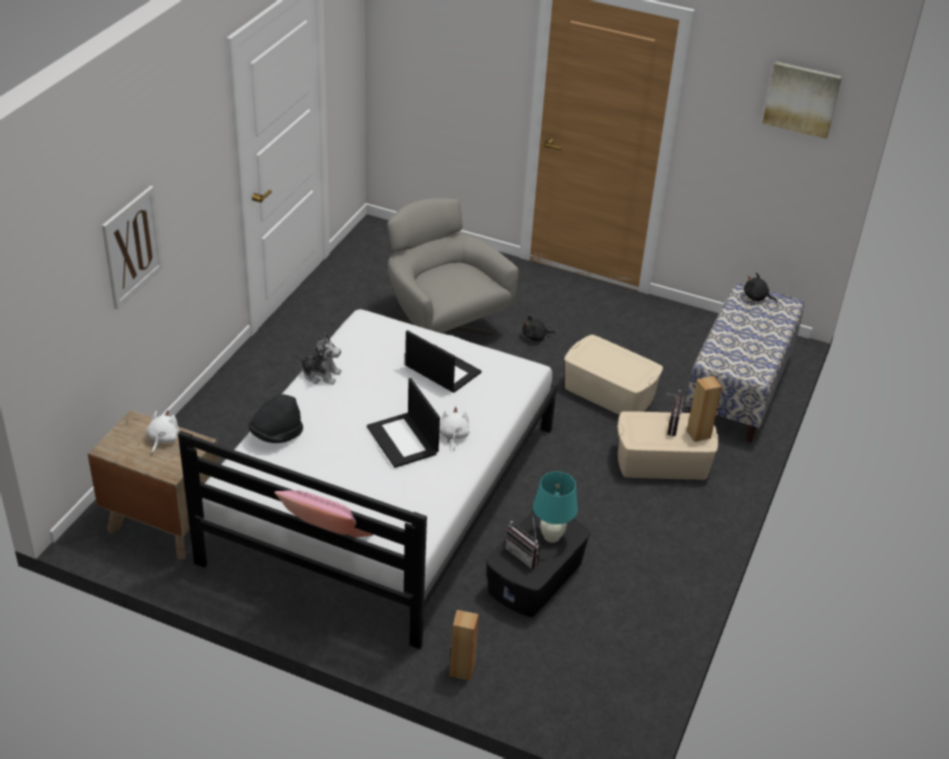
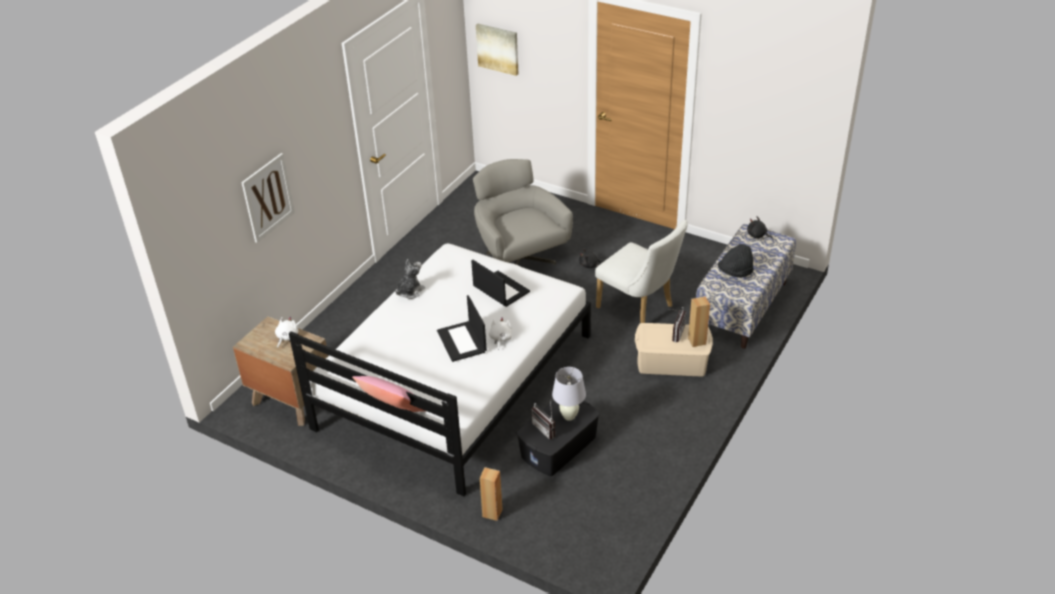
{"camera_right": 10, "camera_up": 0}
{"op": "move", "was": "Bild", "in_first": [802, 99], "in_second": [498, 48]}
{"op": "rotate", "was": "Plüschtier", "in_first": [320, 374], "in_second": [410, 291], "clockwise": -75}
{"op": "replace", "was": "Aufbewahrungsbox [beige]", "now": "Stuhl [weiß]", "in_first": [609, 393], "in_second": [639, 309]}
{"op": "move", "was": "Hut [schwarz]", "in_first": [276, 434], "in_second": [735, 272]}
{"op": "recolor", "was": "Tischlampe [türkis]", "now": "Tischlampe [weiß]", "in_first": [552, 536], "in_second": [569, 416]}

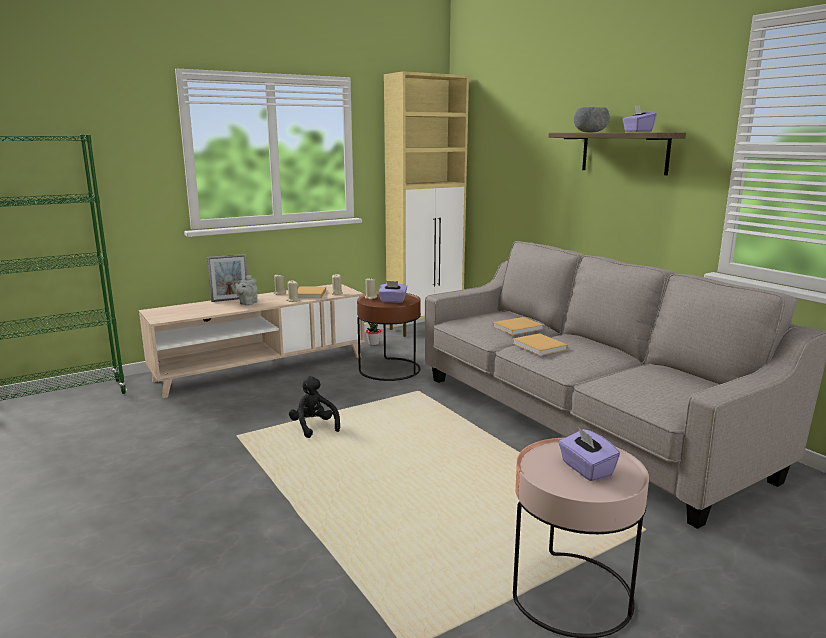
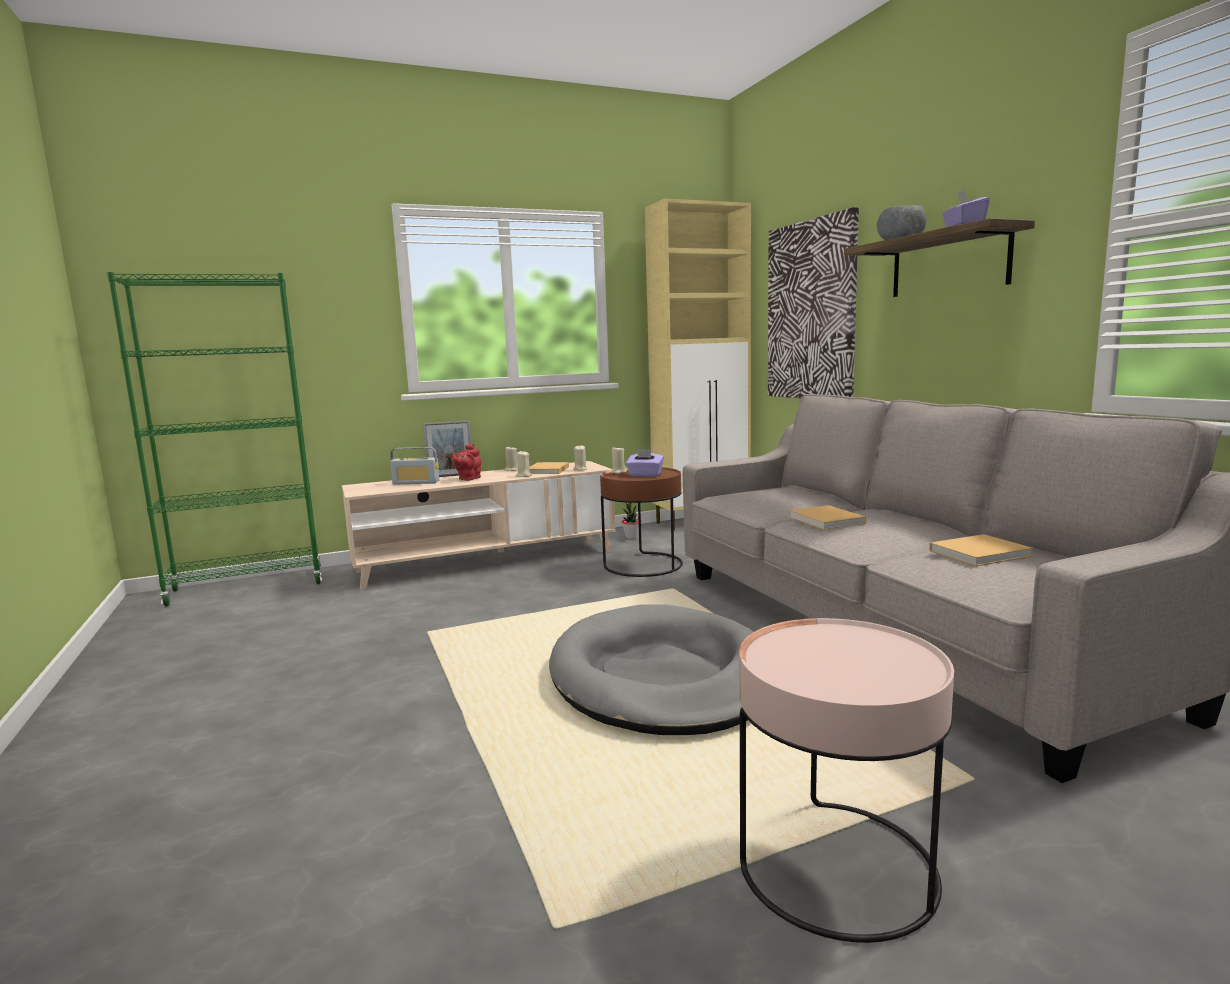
{"camera_right": 10, "camera_up": -5}
{"op": "recolor", "was": "Teekanne [grau]", "now": "Teekanne [rot]", "in_first": [247, 303], "in_second": [468, 479]}
{"op": "move", "was": "Buch [beige]", "in_first": [518, 327], "in_second": [981, 553]}
{"op": "delete", "was": "Plüschtier [schwarz]", "in_first": [314, 427]}
{"op": "delete", "was": "Taschentuchbox [lila]", "in_first": [586, 469]}
{"op": "insert", "now": "Bild", "in_second": [811, 311]}
{"op": "insert", "now": "Radio", "in_second": [416, 482]}
{"op": "insert", "now": "Hundebett [grau]", "in_second": [662, 677]}

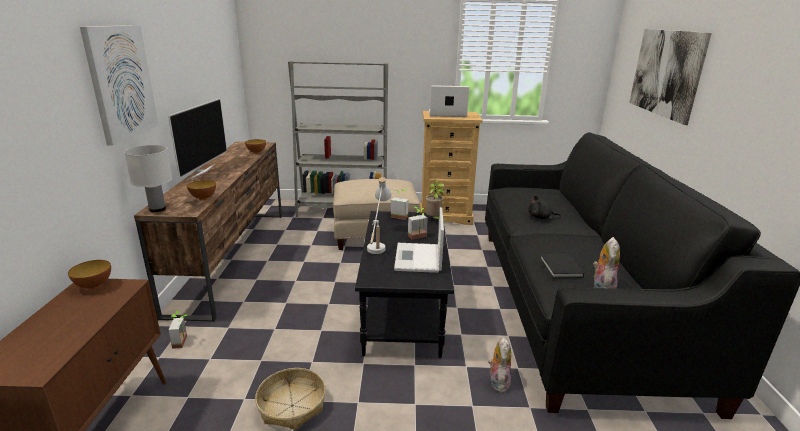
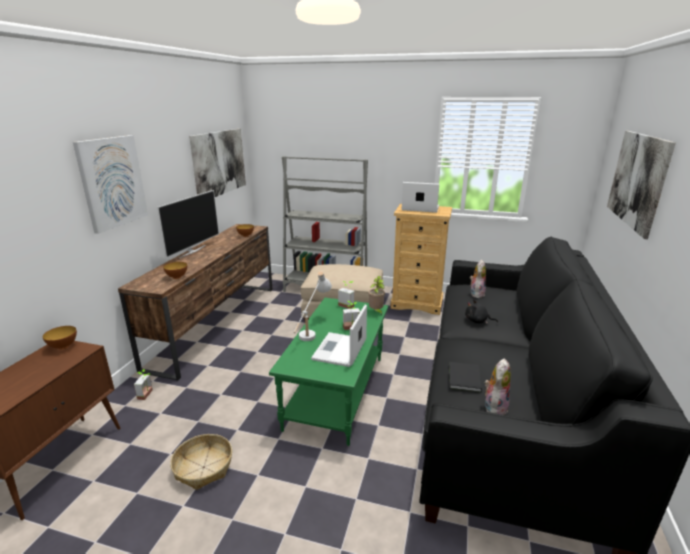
{"camera_right": 15, "camera_up": 0}
{"op": "delete", "was": "Tischlampe [weiß]", "in_first": [157, 209]}
{"op": "recolor", "was": "Couchtisch [schwarz]", "now": "Couchtisch [grün]", "in_first": [404, 309], "in_second": [337, 392]}
{"op": "move", "was": "Plüschtier", "in_first": [498, 381], "in_second": [476, 293]}
{"op": "insert", "now": "Bild", "in_second": [219, 163]}

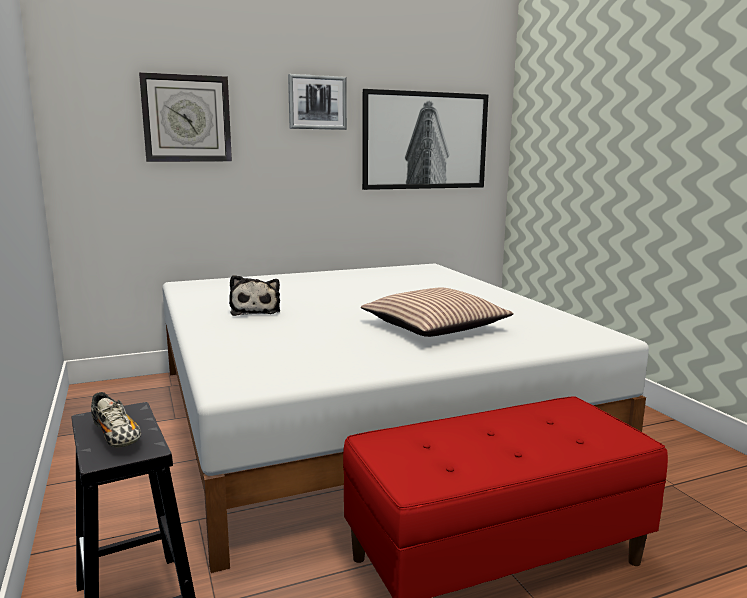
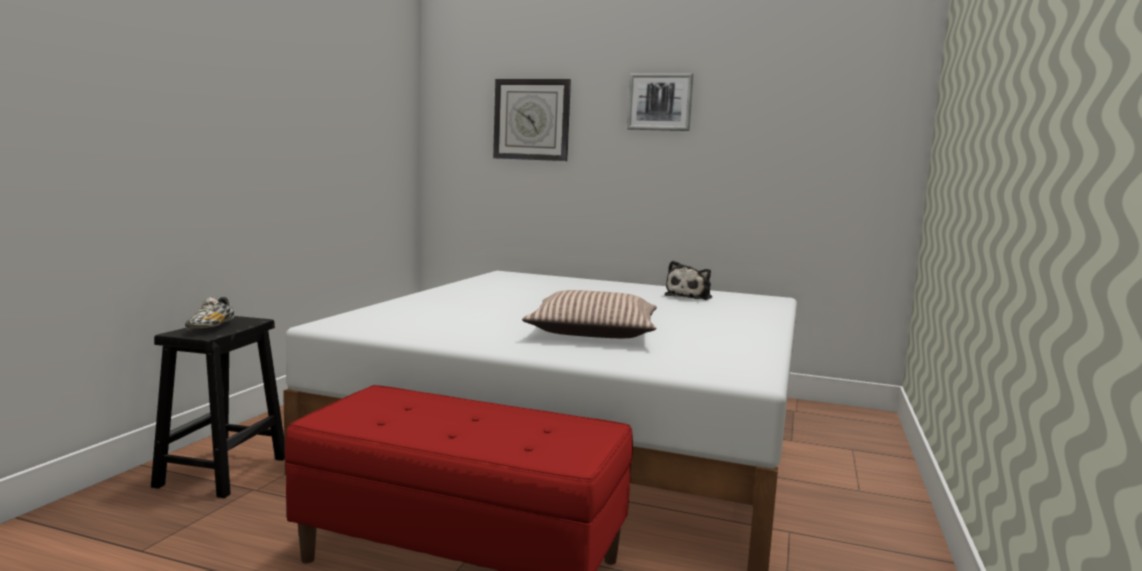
{"camera_right": 40, "camera_up": -5}
{"op": "delete", "was": "Bild", "in_first": [425, 141]}
{"op": "move", "was": "Plüschtier", "in_first": [255, 310], "in_second": [690, 297]}

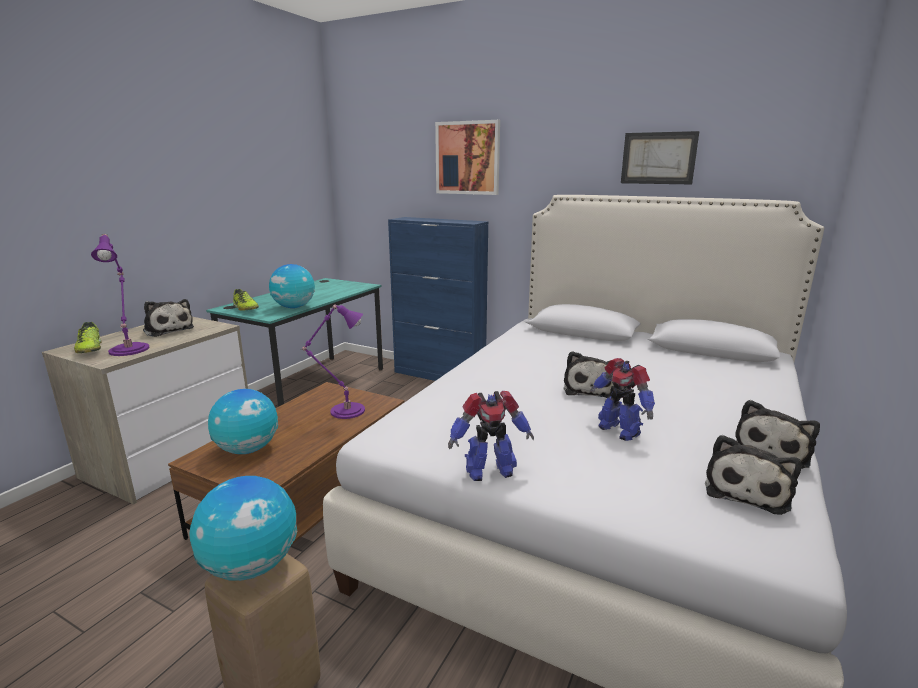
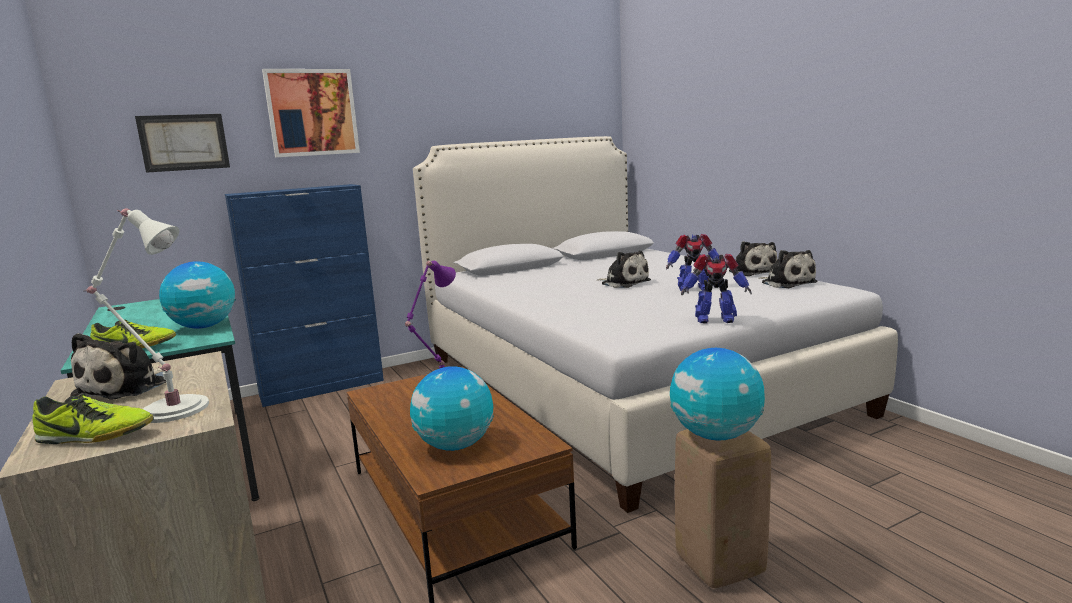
{"camera_right": -55, "camera_up": -5}
{"op": "move", "was": "Bild", "in_first": [658, 158], "in_second": [184, 142]}
{"op": "recolor", "was": "Tischlampe [lila]", "now": "Tischlampe [weiß]", "in_first": [130, 349], "in_second": [170, 409]}
{"op": "rotate", "was": "Plüschtier", "in_first": [168, 330], "in_second": [127, 387], "clockwise": 120}
{"op": "rotate", "was": "Spielzeugroboter", "in_first": [488, 471], "in_second": [714, 320], "clockwise": 75}

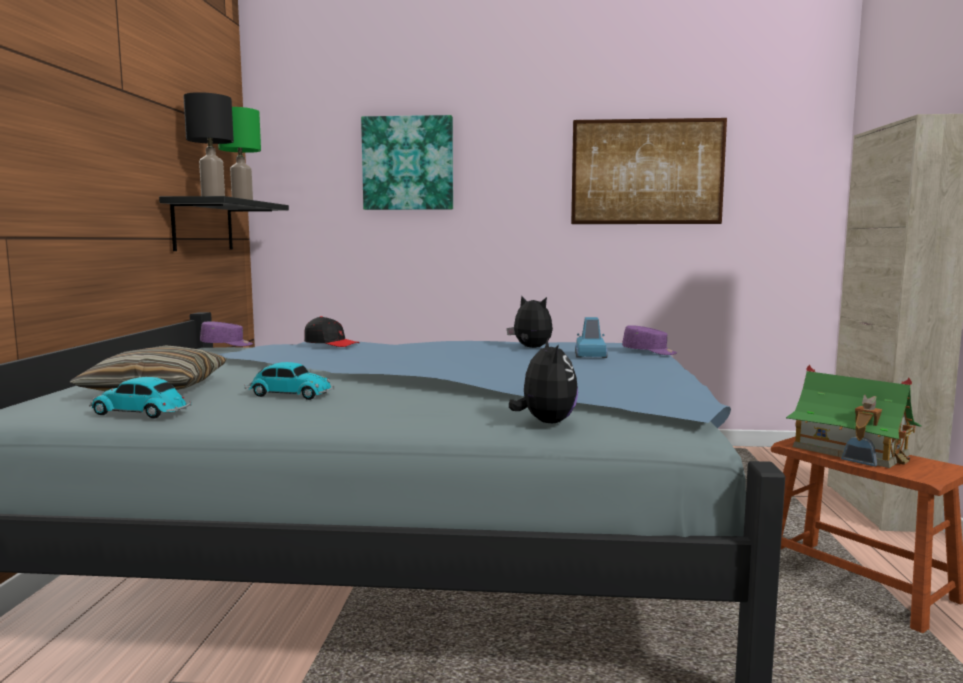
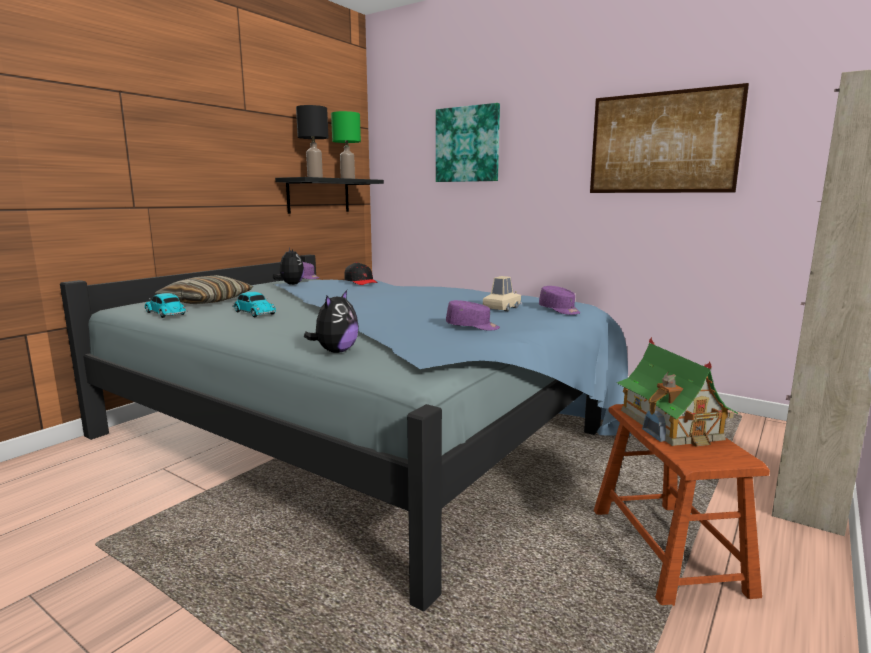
{"camera_right": 30, "camera_up": 5}
{"op": "move", "was": "Plüschtier", "in_first": [531, 348], "in_second": [290, 284]}
{"op": "recolor", "was": "Spielzeugauto [blau]", "now": "Spielzeugauto [beige]", "in_first": [590, 355], "in_second": [502, 308]}
{"op": "insert", "now": "Kappe [lila]", "in_second": [472, 327]}

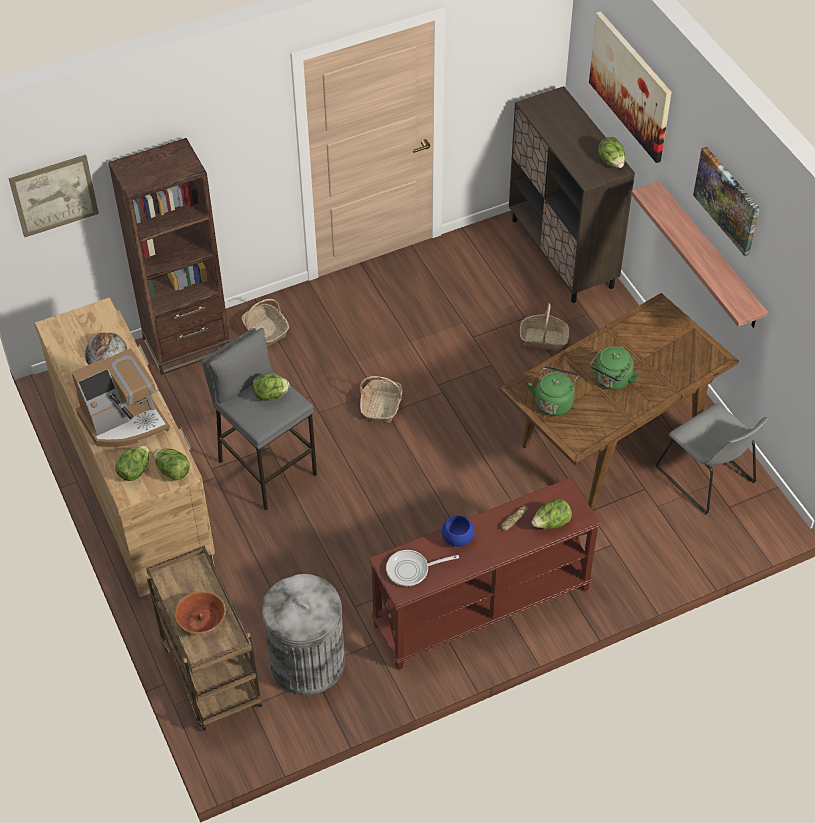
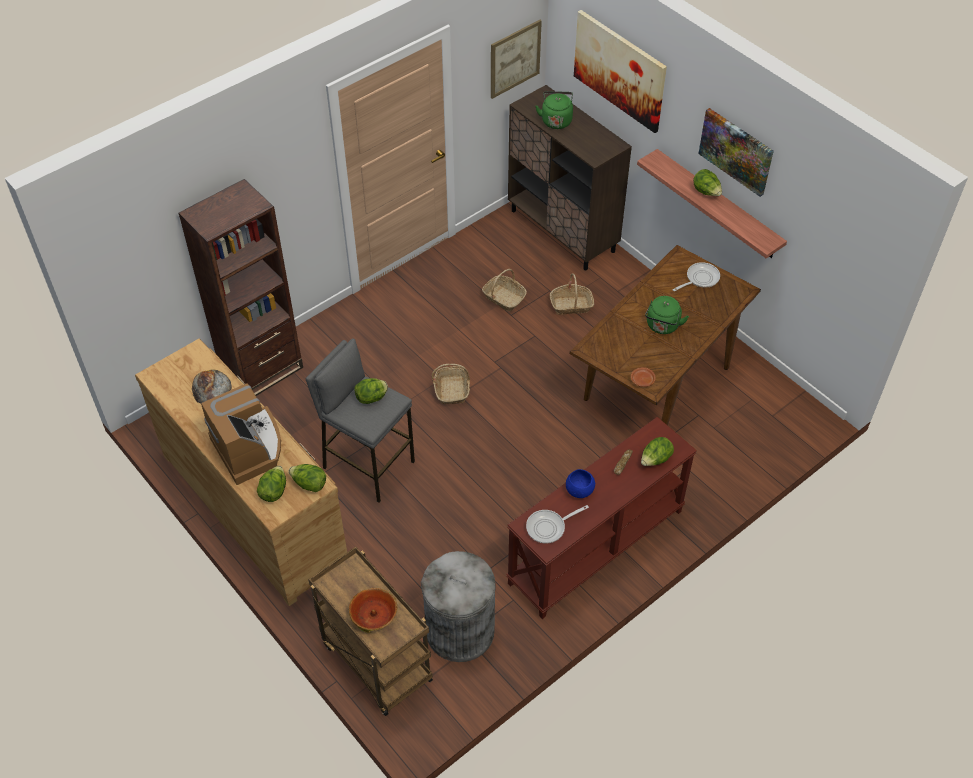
{"camera_right": -15, "camera_up": 0}
{"op": "move", "was": "Salatkopf", "in_first": [611, 162], "in_second": [706, 192]}
{"op": "move", "was": "Bild", "in_first": [54, 195], "in_second": [515, 58]}
{"op": "move", "was": "Korb", "in_first": [265, 330], "in_second": [503, 298]}
{"op": "rotate", "was": "Kaffeemaschine", "in_first": [124, 421], "in_second": [249, 448], "clockwise": -75}
{"op": "move", "was": "Wasserkessel [grün]", "in_first": [553, 402], "in_second": [556, 120]}
{"op": "delete", "was": "Stuhl [grau]", "in_first": [708, 478]}
{"op": "insert", "now": "Pfanne", "in_second": [700, 279]}
{"op": "insert", "now": "Teller [braun]", "in_second": [642, 380]}

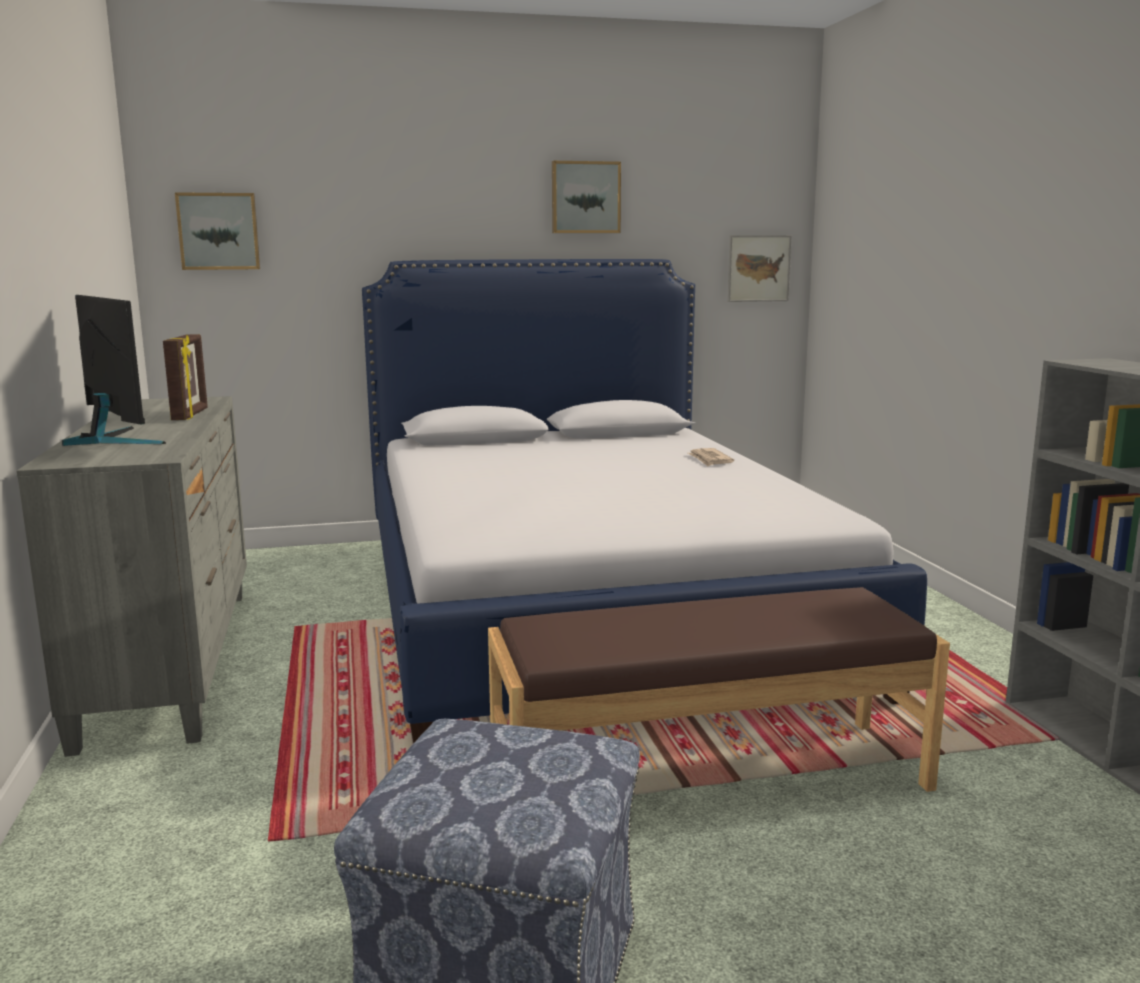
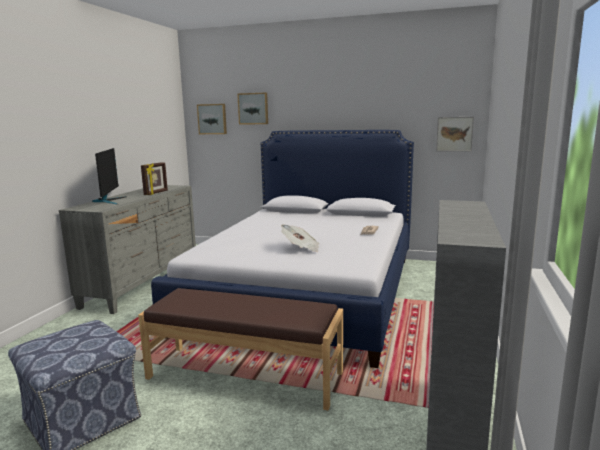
{"camera_right": 30, "camera_up": 0}
{"op": "move", "was": "Bild", "in_first": [585, 197], "in_second": [253, 108]}
{"op": "insert", "now": "Zeitung", "in_second": [301, 248]}

